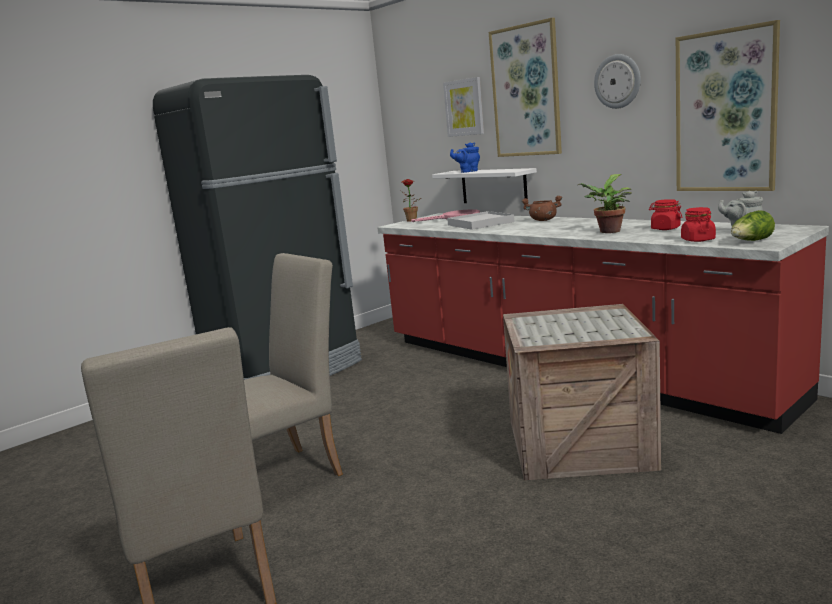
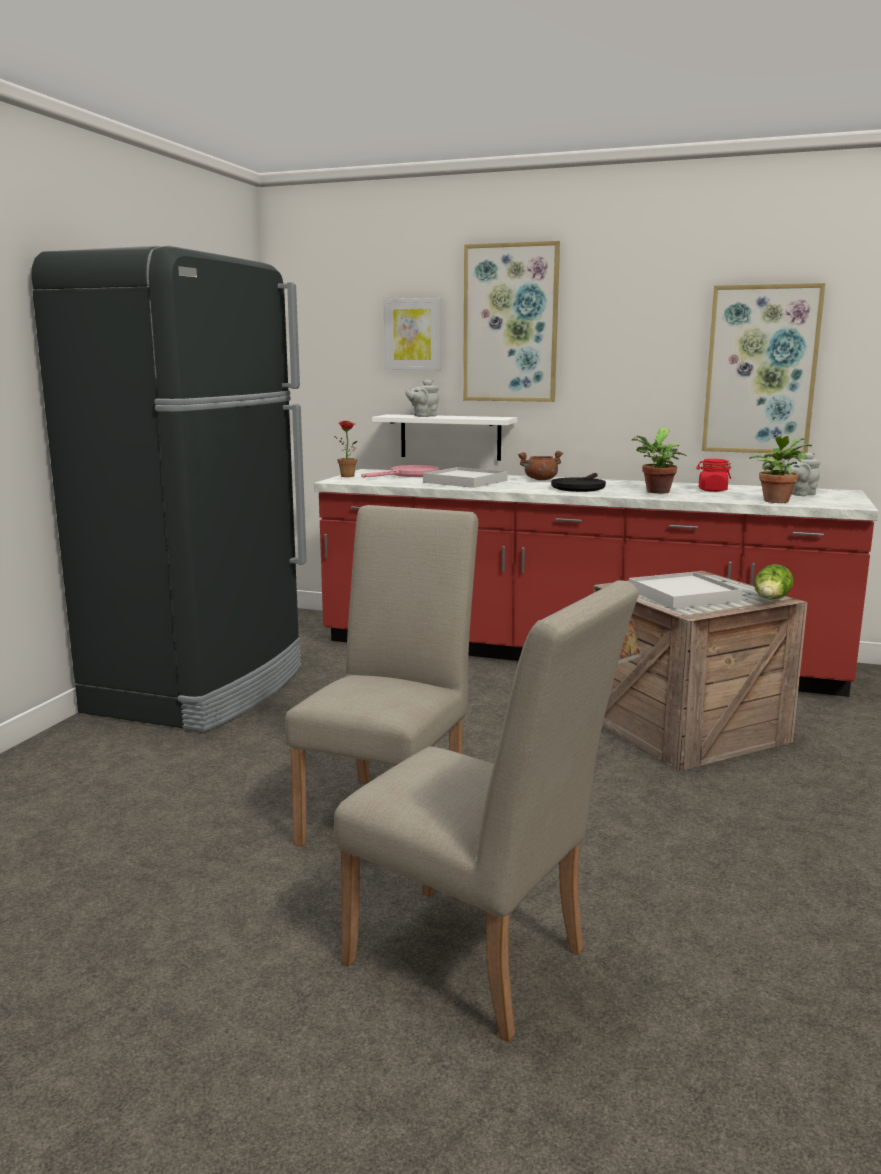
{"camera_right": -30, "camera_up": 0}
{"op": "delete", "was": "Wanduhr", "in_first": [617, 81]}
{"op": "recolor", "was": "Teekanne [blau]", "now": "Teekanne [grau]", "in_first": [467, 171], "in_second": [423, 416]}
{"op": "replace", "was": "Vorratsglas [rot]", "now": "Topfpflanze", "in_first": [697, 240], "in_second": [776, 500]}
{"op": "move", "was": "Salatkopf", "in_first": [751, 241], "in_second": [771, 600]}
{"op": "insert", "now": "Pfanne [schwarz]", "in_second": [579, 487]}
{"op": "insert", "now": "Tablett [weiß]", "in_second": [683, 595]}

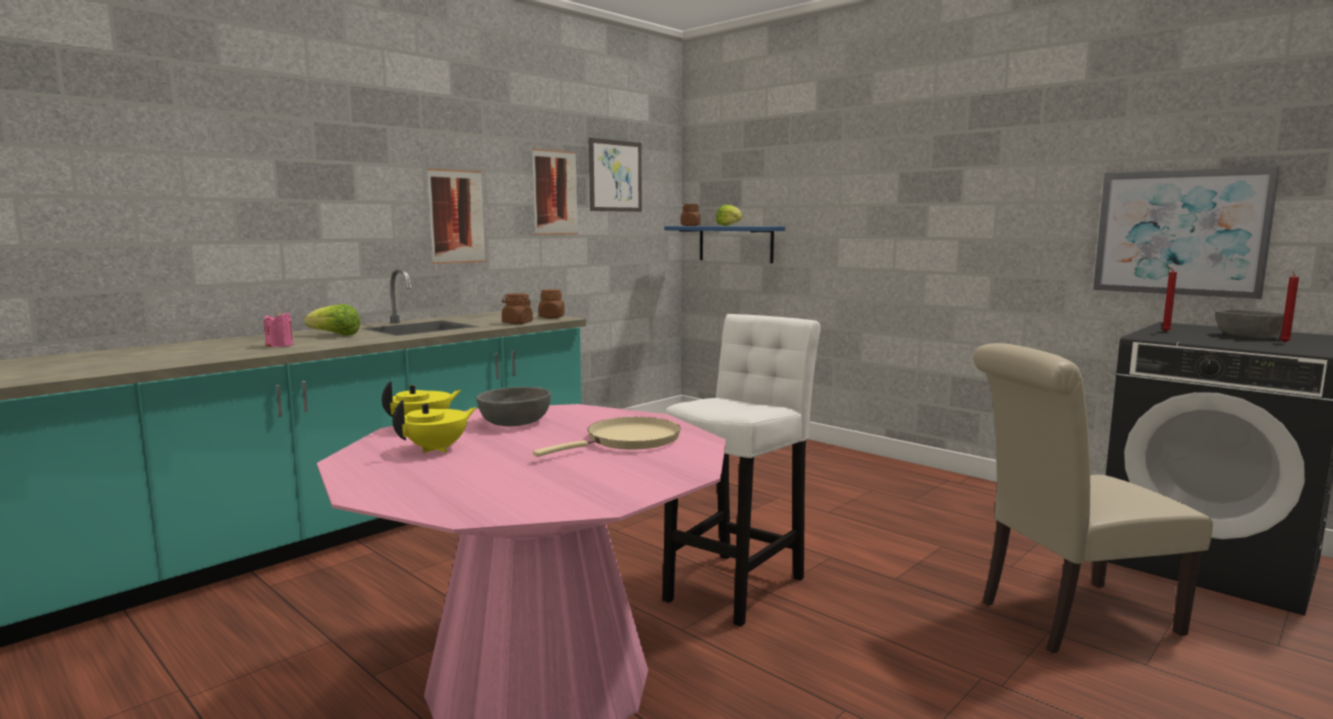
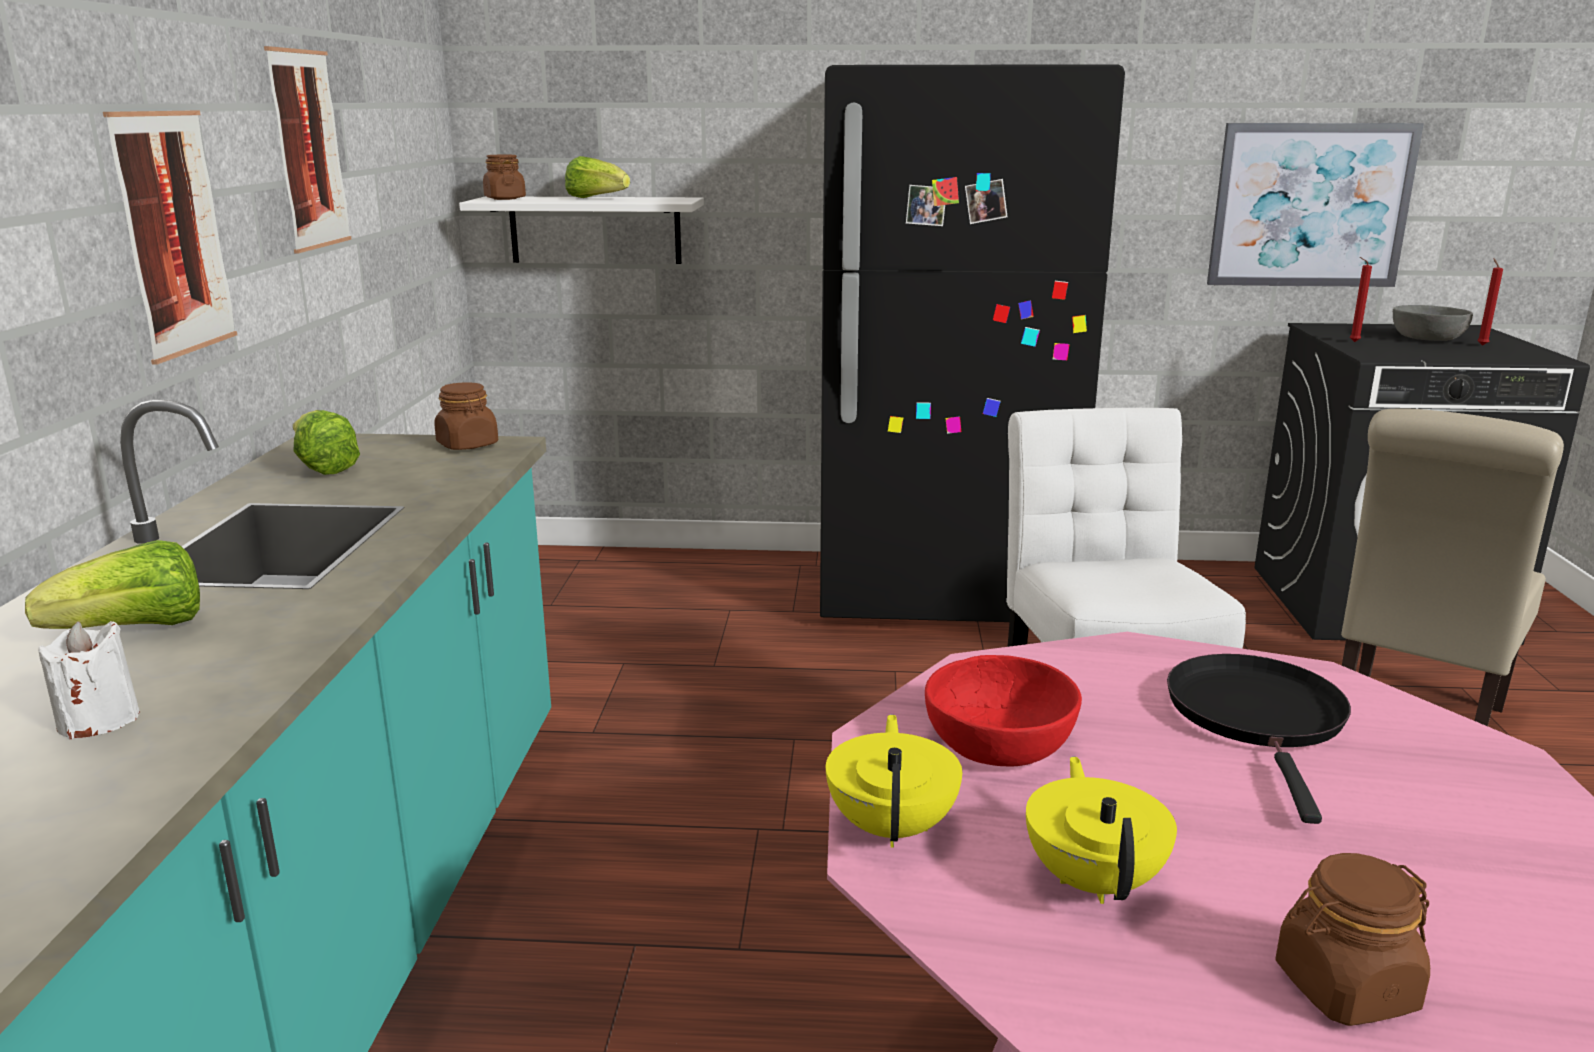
{"camera_right": -40, "camera_up": 10}
{"op": "delete", "was": "Bild", "in_first": [615, 176]}
{"op": "recolor", "was": "Wandregal [blau]", "now": "Wandregal [weiß]", "in_first": [735, 244], "in_second": [595, 230]}
{"op": "move", "was": "Vorratsglas [braun]", "in_first": [517, 323], "in_second": [1345, 988]}
{"op": "recolor", "was": "Kerze [rosa]", "now": "Kerze [weiß]", "in_first": [280, 345], "in_second": [99, 721]}
{"op": "recolor", "was": "Schüssel [grau]", "now": "Schüssel [rot]", "in_first": [514, 422], "in_second": [999, 744]}
{"op": "recolor", "was": "Pfanne [beige]", "now": "Pfanne [schwarz]", "in_first": [628, 441], "in_second": [1258, 718]}
{"op": "insert", "now": "Kühlschrank [schwarz]", "in_second": [941, 592]}
{"op": "insert", "now": "Salatkopf", "in_second": [323, 467]}

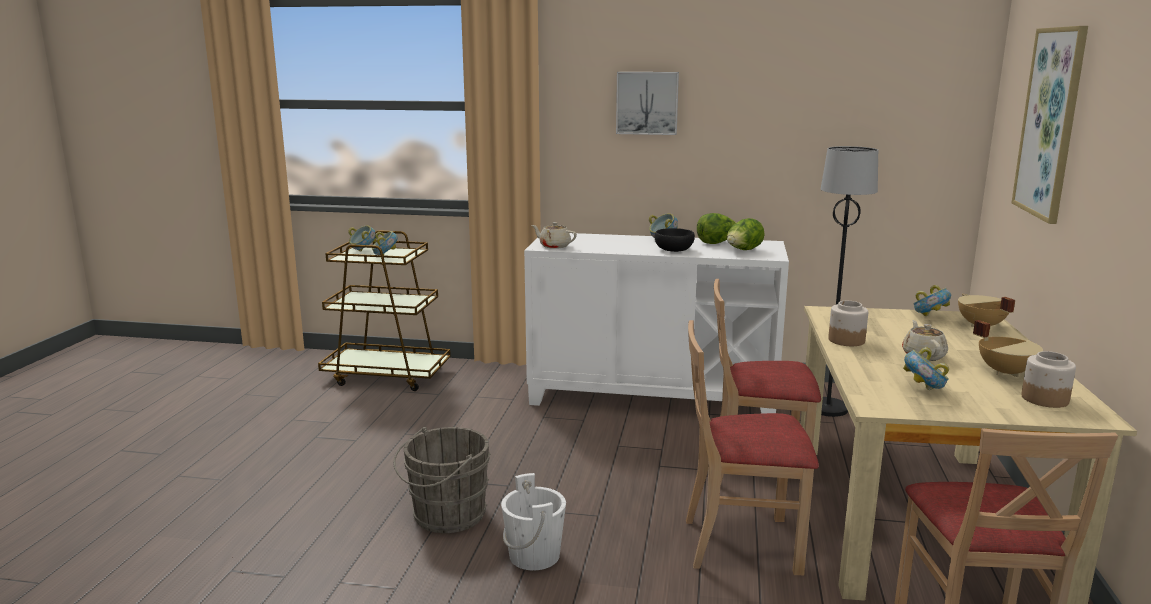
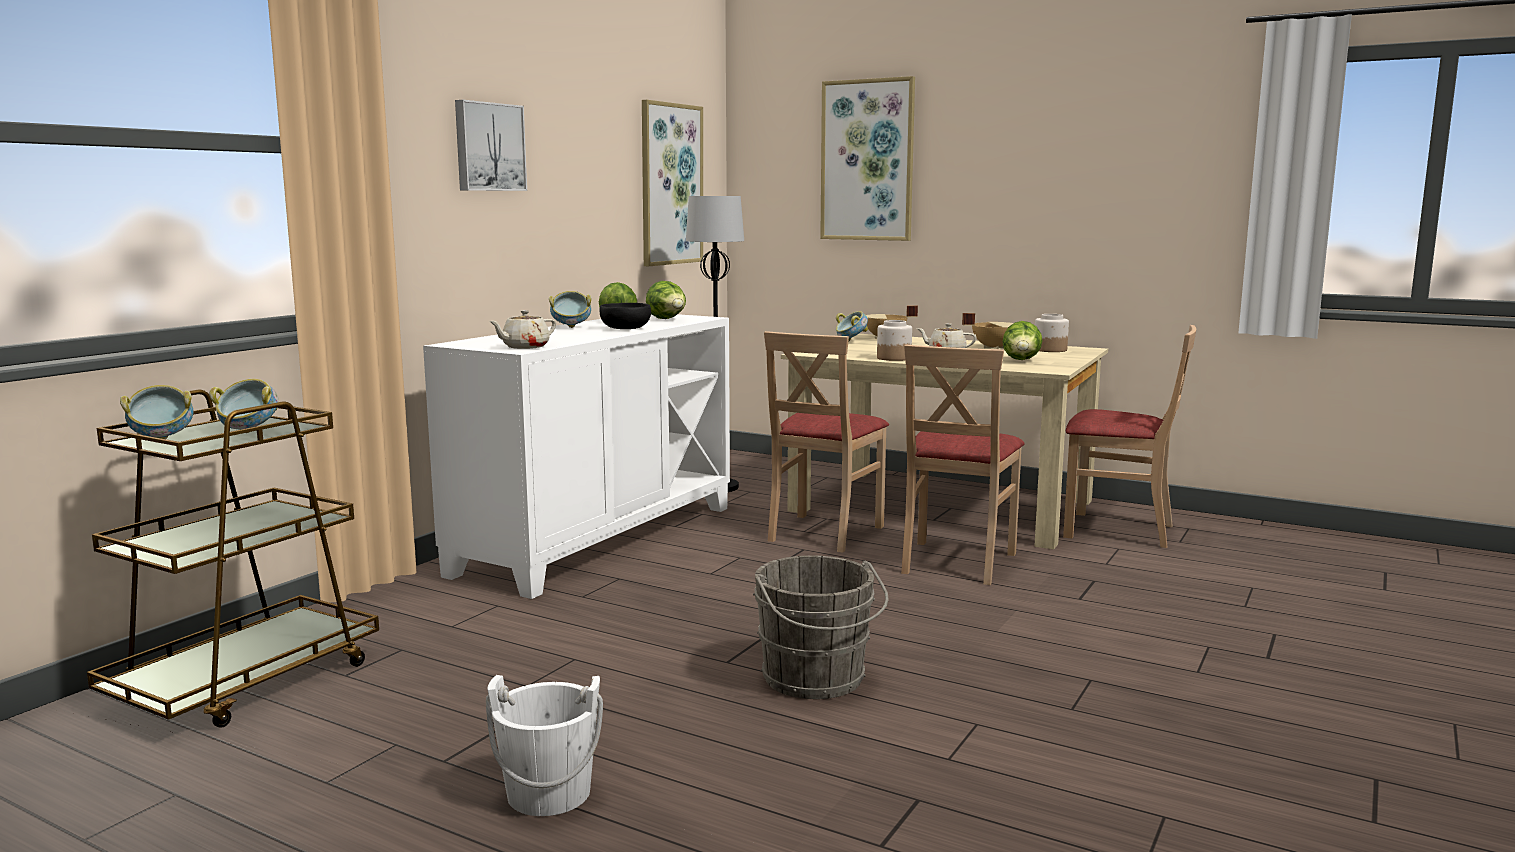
{"camera_right": -70, "camera_up": -5}
{"op": "replace", "was": "Schüssel", "now": "Salatkopf", "in_first": [923, 390], "in_second": [1021, 361]}
{"op": "move", "was": "Eimer [weiß]", "in_first": [534, 555], "in_second": [549, 794]}
{"op": "insert", "now": "Bild", "in_second": [670, 184]}

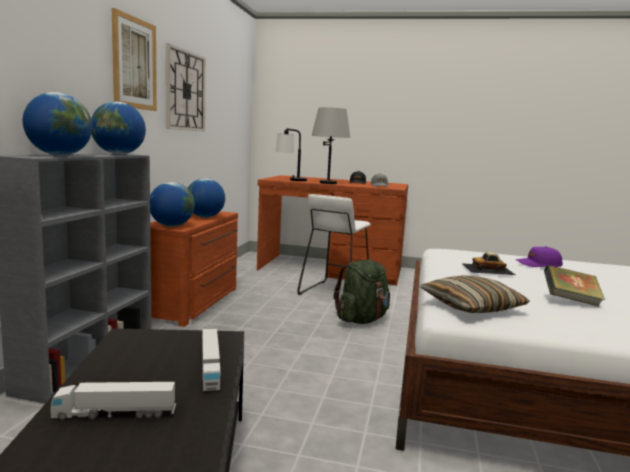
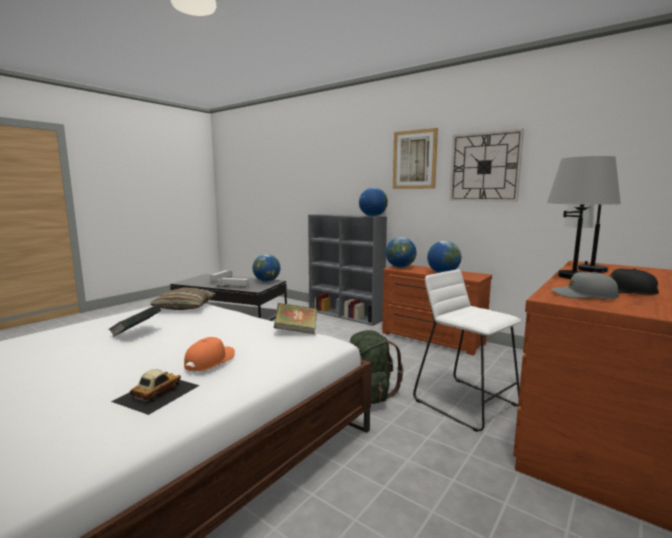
{"camera_right": 115, "camera_up": 0}
{"op": "move", "was": "Globus", "in_first": [59, 155], "in_second": [267, 281]}
{"op": "recolor", "was": "Kappe [lila]", "now": "Kappe [orange]", "in_first": [538, 264], "in_second": [210, 361]}
{"op": "move", "was": "Spielzeugauto", "in_first": [488, 269], "in_second": [156, 393]}
{"op": "insert", "now": "Buch", "in_second": [296, 331]}

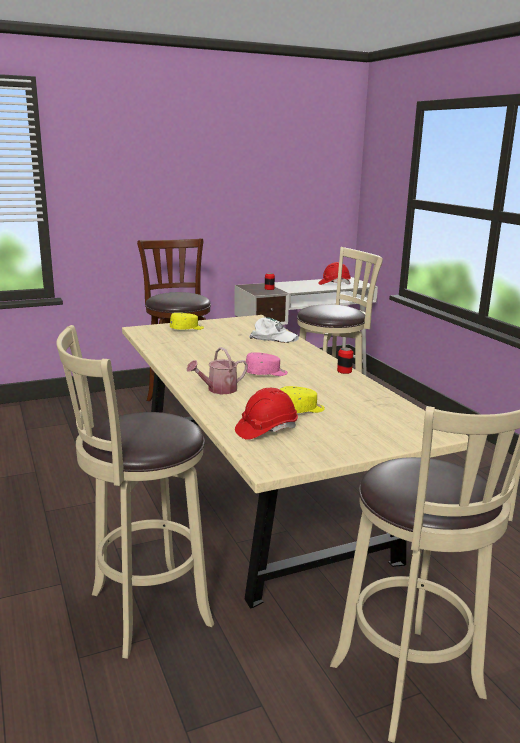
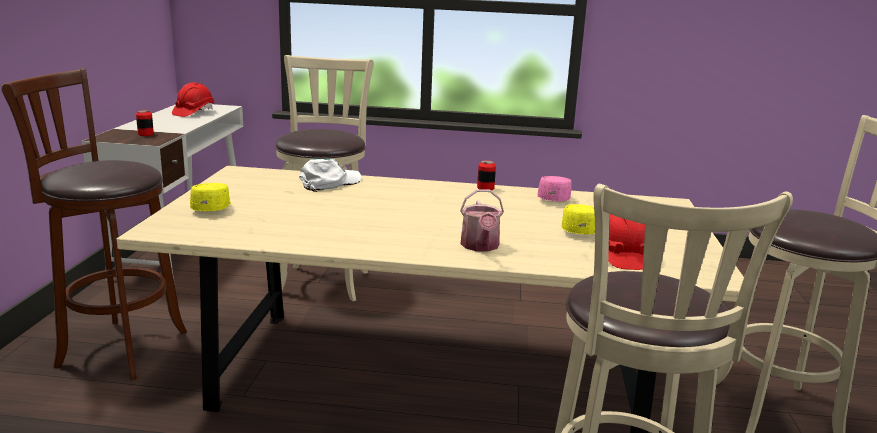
{"camera_right": -60, "camera_up": 0}
{"op": "move", "was": "Kappe [rosa]", "in_first": [266, 373], "in_second": [554, 198]}

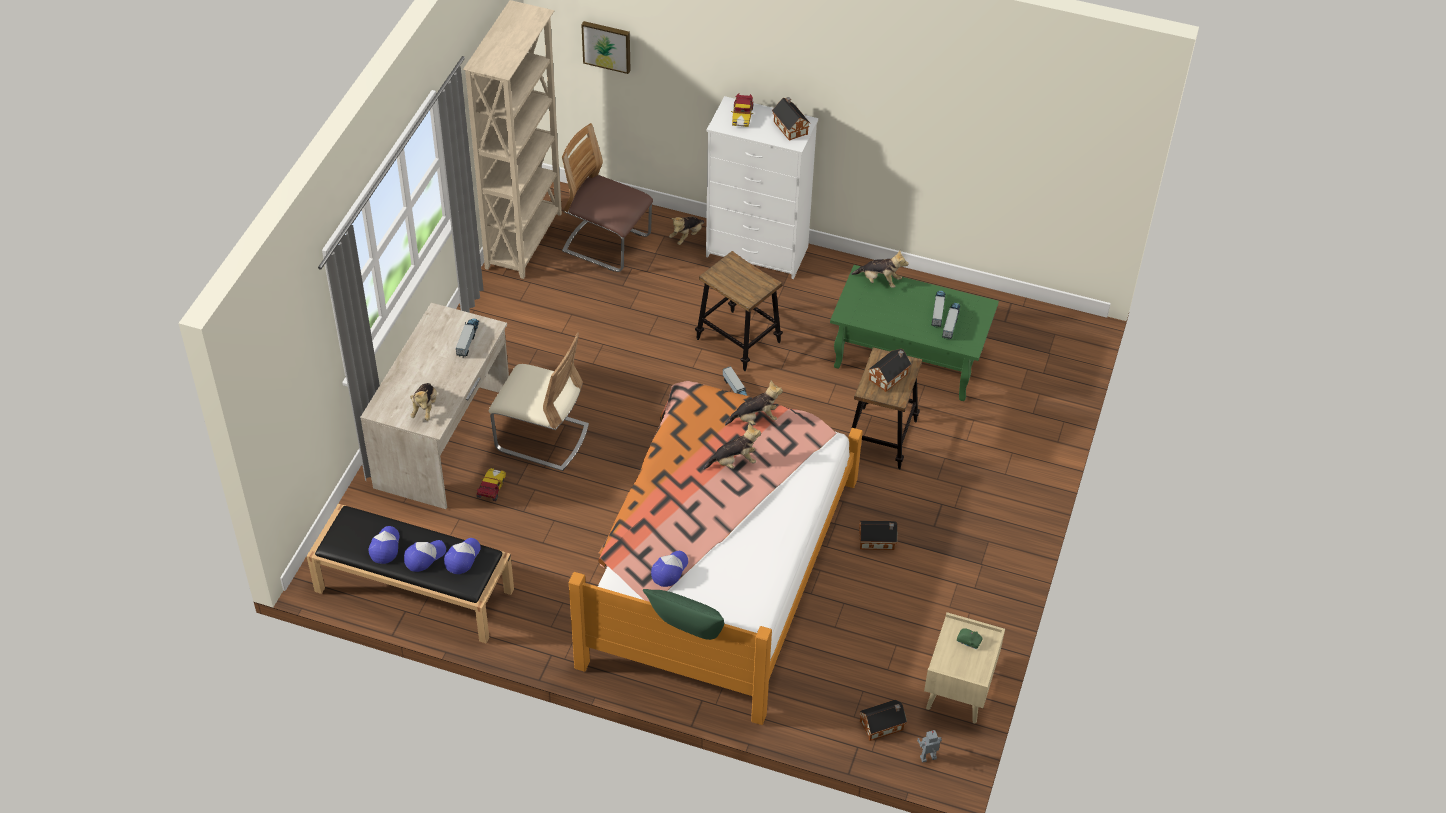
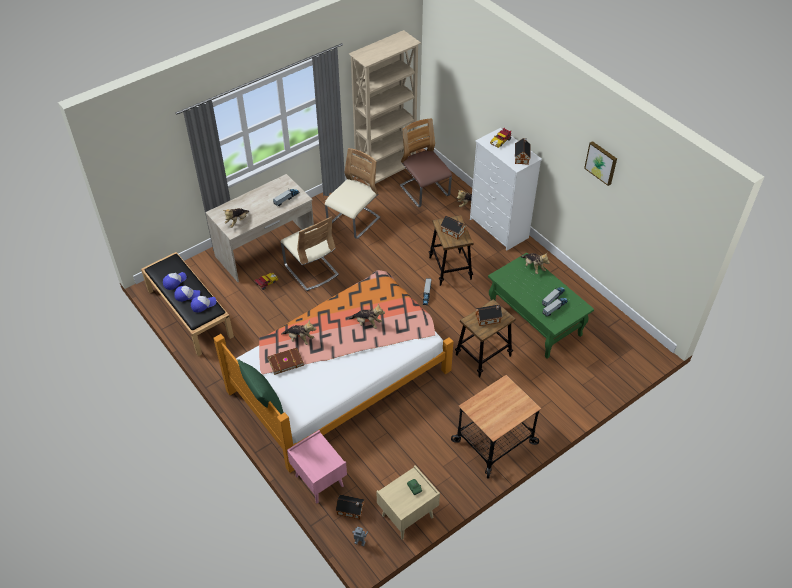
{"camera_right": 35, "camera_up": 0}
{"op": "move", "was": "Bild", "in_first": [607, 45], "in_second": [601, 162]}
{"op": "move", "was": "Plüschtier", "in_first": [755, 419], "in_second": [299, 339]}
{"op": "move", "was": "Spielzeughaus", "in_first": [878, 541], "in_second": [453, 232]}
{"op": "replace", "was": "Kappe", "now": "Buch [braun]", "in_first": [669, 570], "in_second": [285, 361]}
{"op": "insert", "now": "Stuhl [beige]", "in_second": [353, 222]}
{"op": "insert", "now": "Rollwagen", "in_second": [495, 443]}
{"op": "insert", "now": "Nachttisch [rosa]", "in_second": [318, 481]}

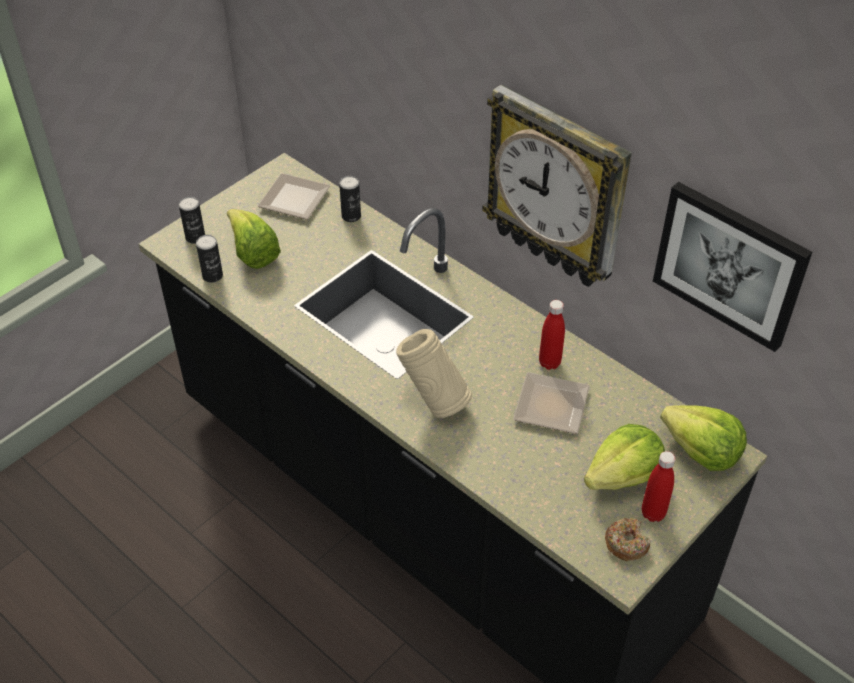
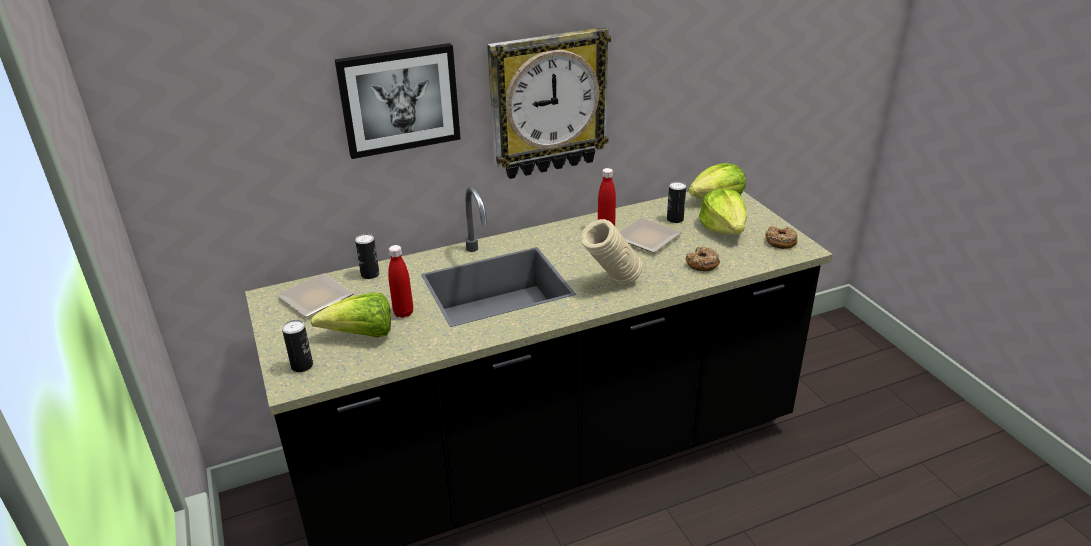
{"camera_right": -65, "camera_up": -15}
{"op": "move", "was": "Bild", "in_first": [730, 264], "in_second": [399, 99]}
{"op": "move", "was": "Dose", "in_first": [212, 276], "in_second": [675, 219]}
{"op": "move", "was": "Flasche [rot]", "in_first": [653, 513], "in_second": [403, 313]}
{"op": "insert", "now": "Donut", "in_second": [702, 264]}

